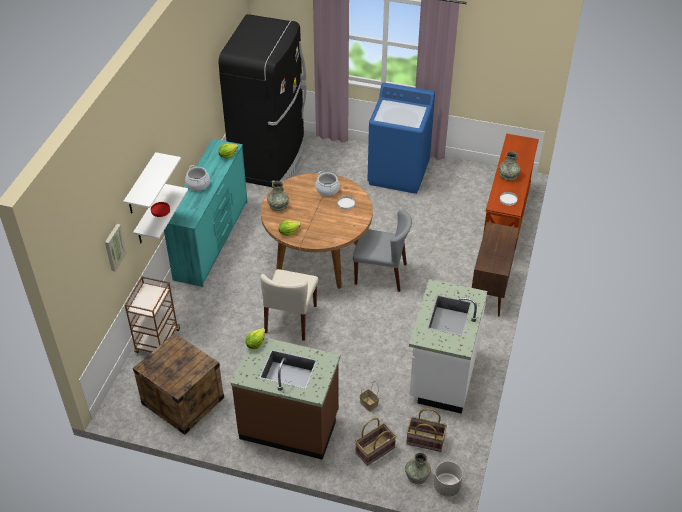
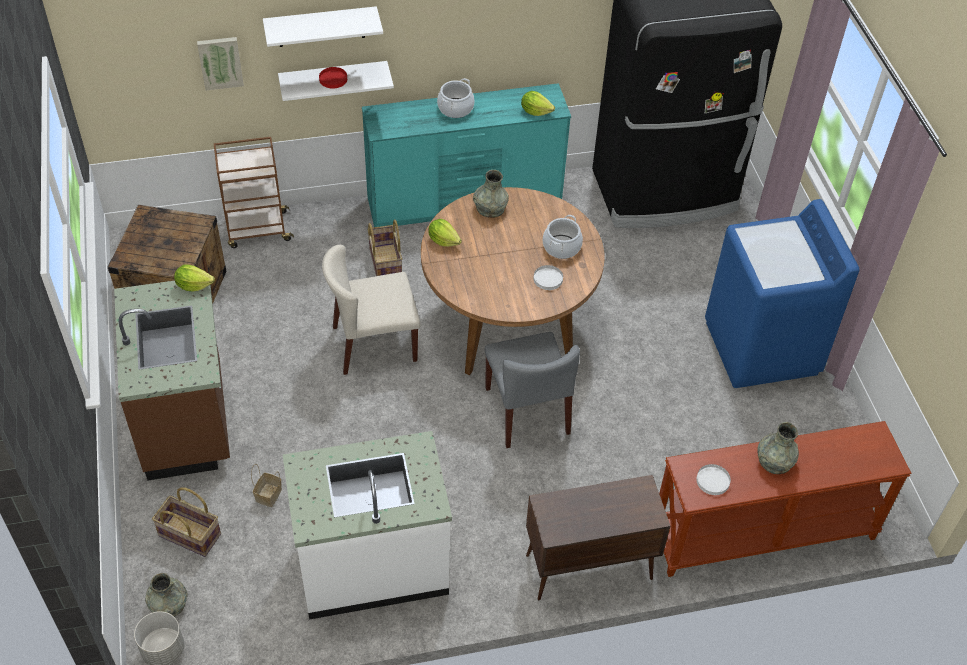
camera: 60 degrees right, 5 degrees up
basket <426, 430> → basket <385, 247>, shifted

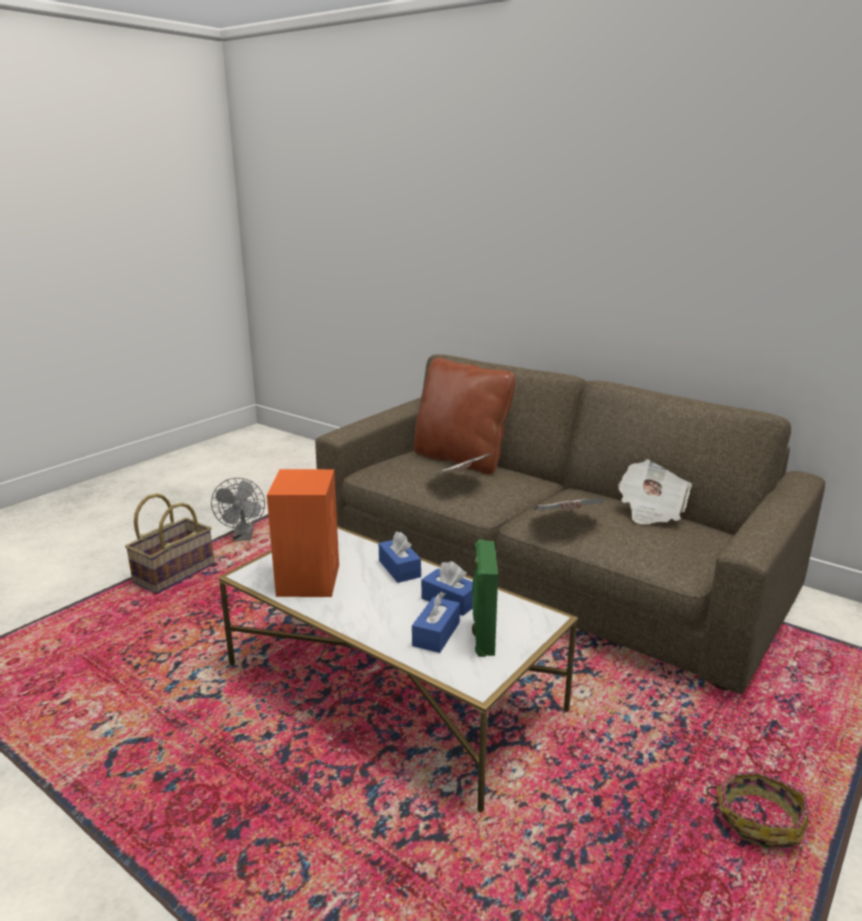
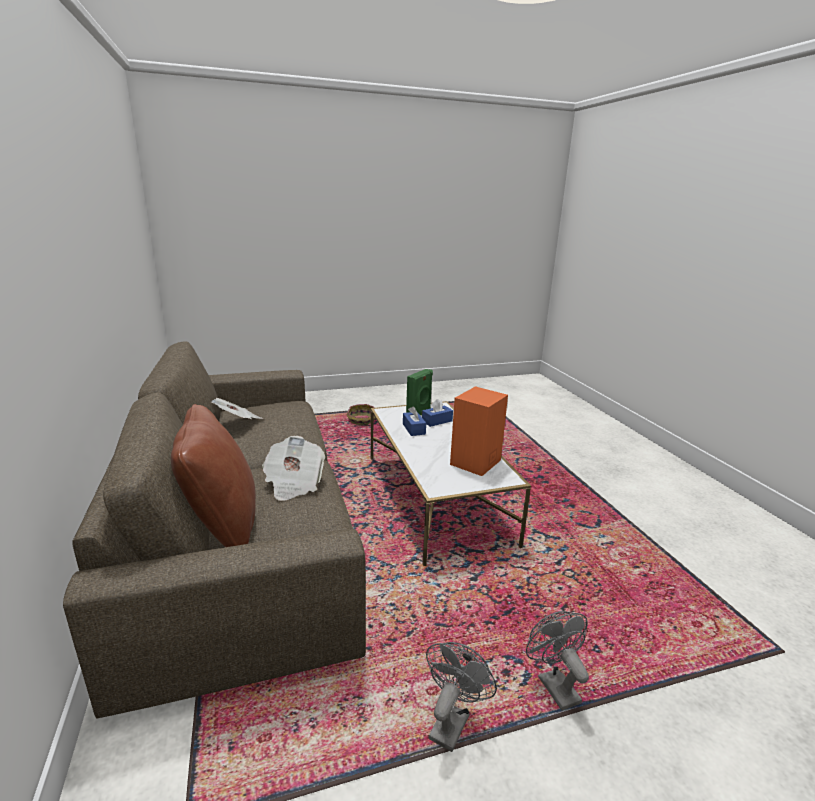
camera: 145 degrees left, 0 degrees up
tissue box (blue) <400, 557> → -
newspaper <568, 505> → -
basket <169, 543> → fan (grey) <557, 661>

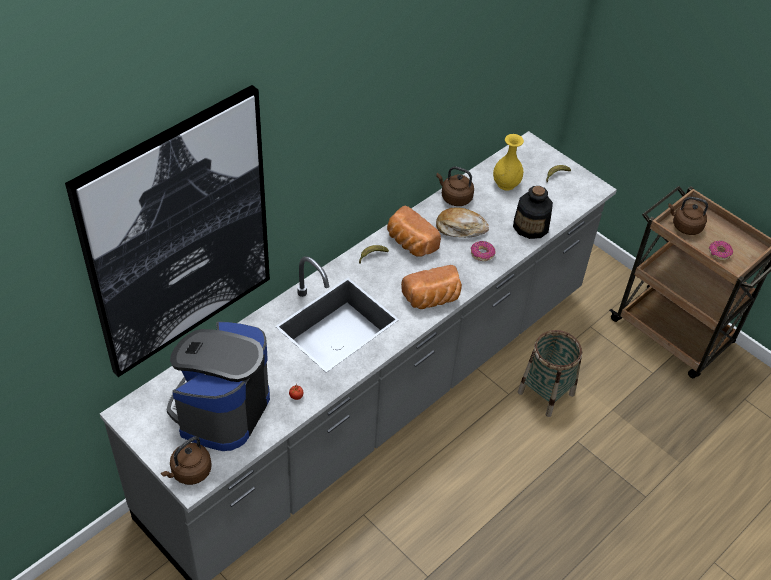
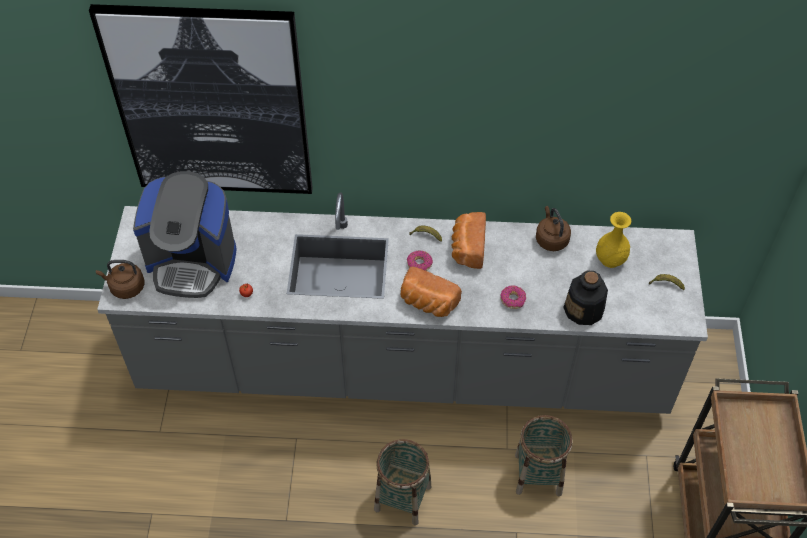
camera: 50 degrees right, 5 degrees up
bread <462, 222> → -
kettle (brown) <688, 216> → -
- → basket <403, 482>
donut <721, 250> → donut <420, 260>, shifted
coffee machine <218, 386> → coffee machine <185, 234>, 150 degrees counterclockwise

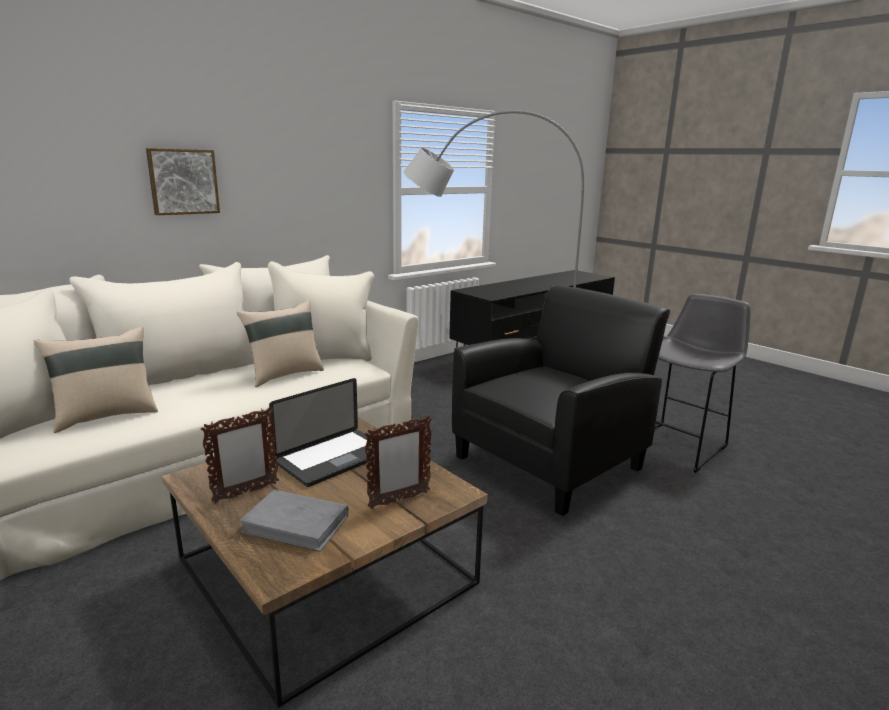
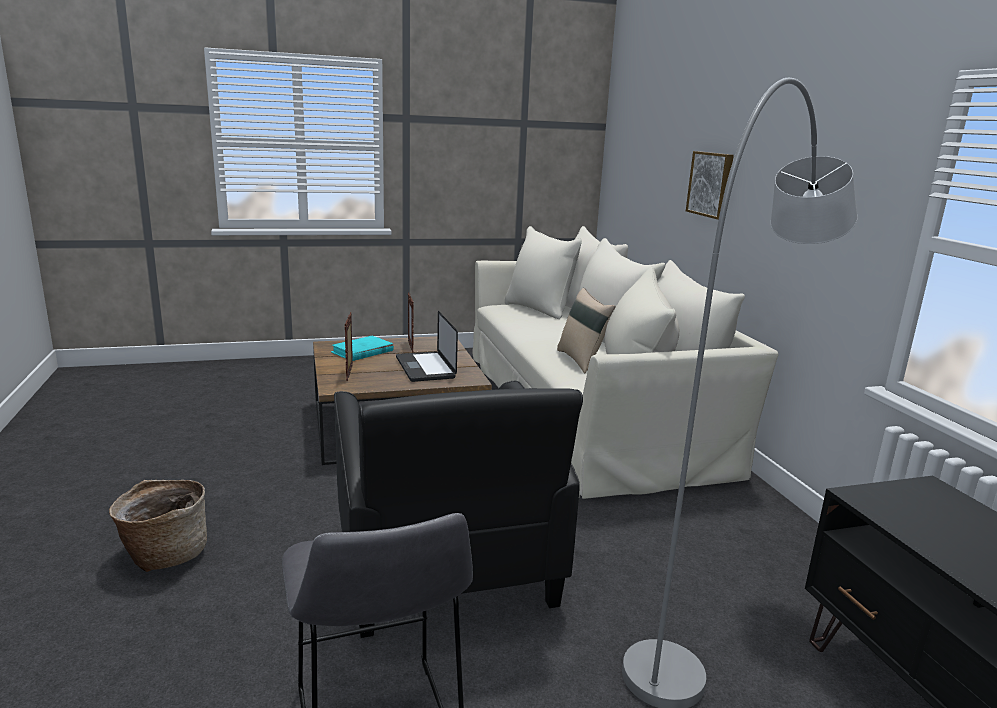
camera: 115 degrees right, 0 degrees up
pillow (beige) <96, 379> → -
- → basket <158, 526>
book (grey) <294, 521> → book (turquoise) <362, 348>

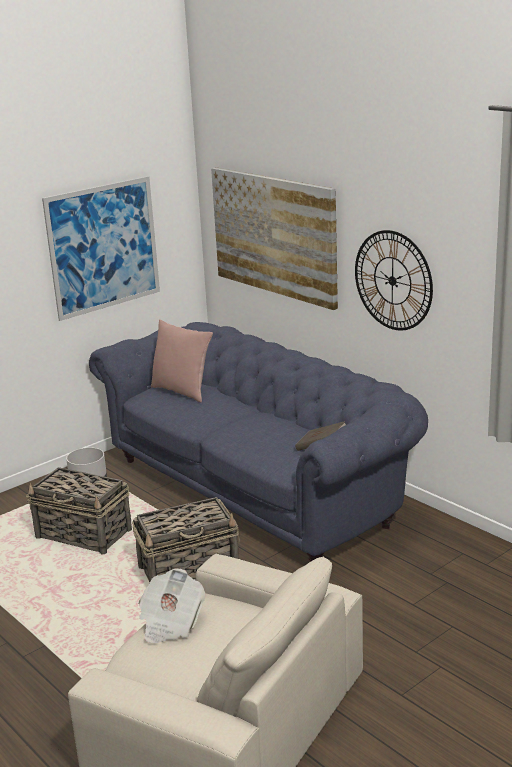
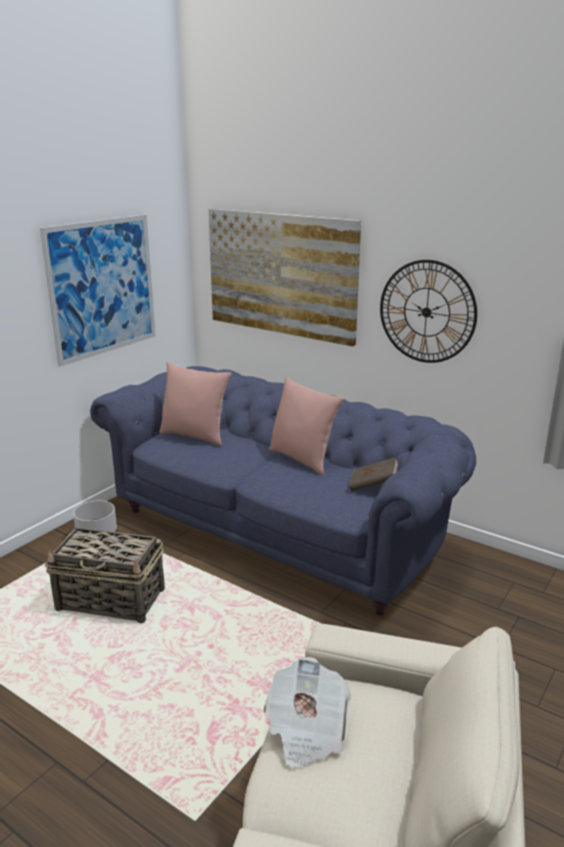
camera: 15 degrees left, 0 degrees up
basket <186, 540> → -
- → pillow (pink) <306, 426>

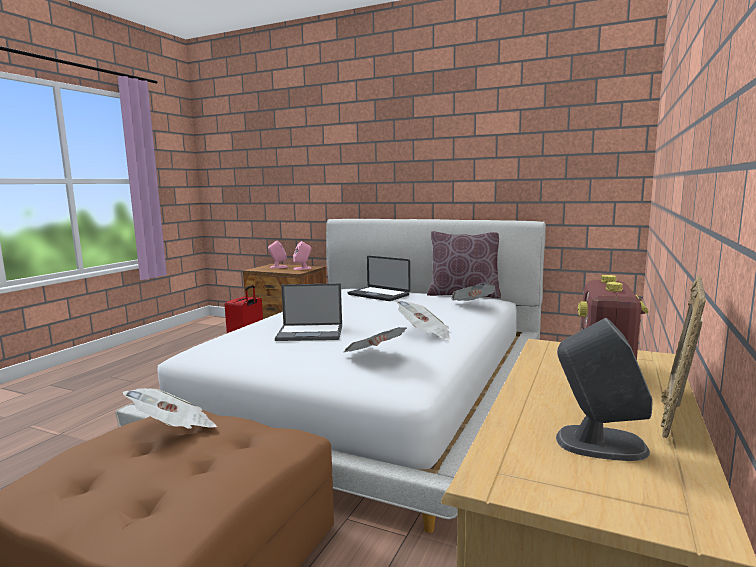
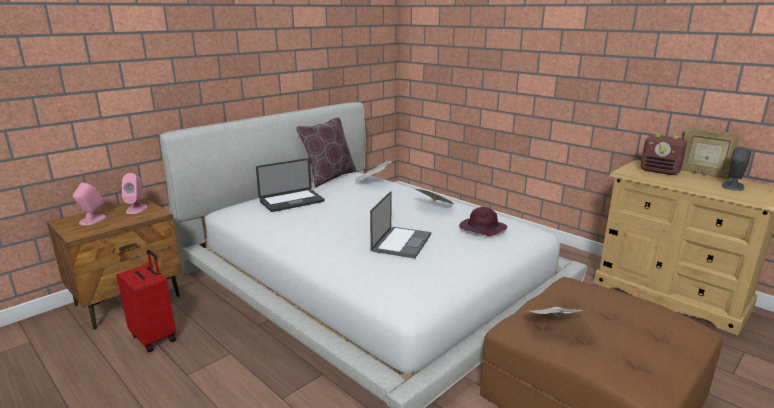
camera: 70 degrees left, 10 degrees up
newspaper <375, 339> → hat (purple) <483, 221>

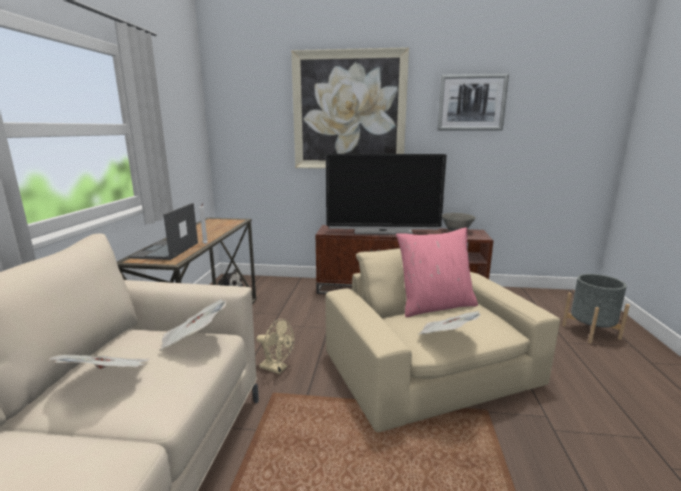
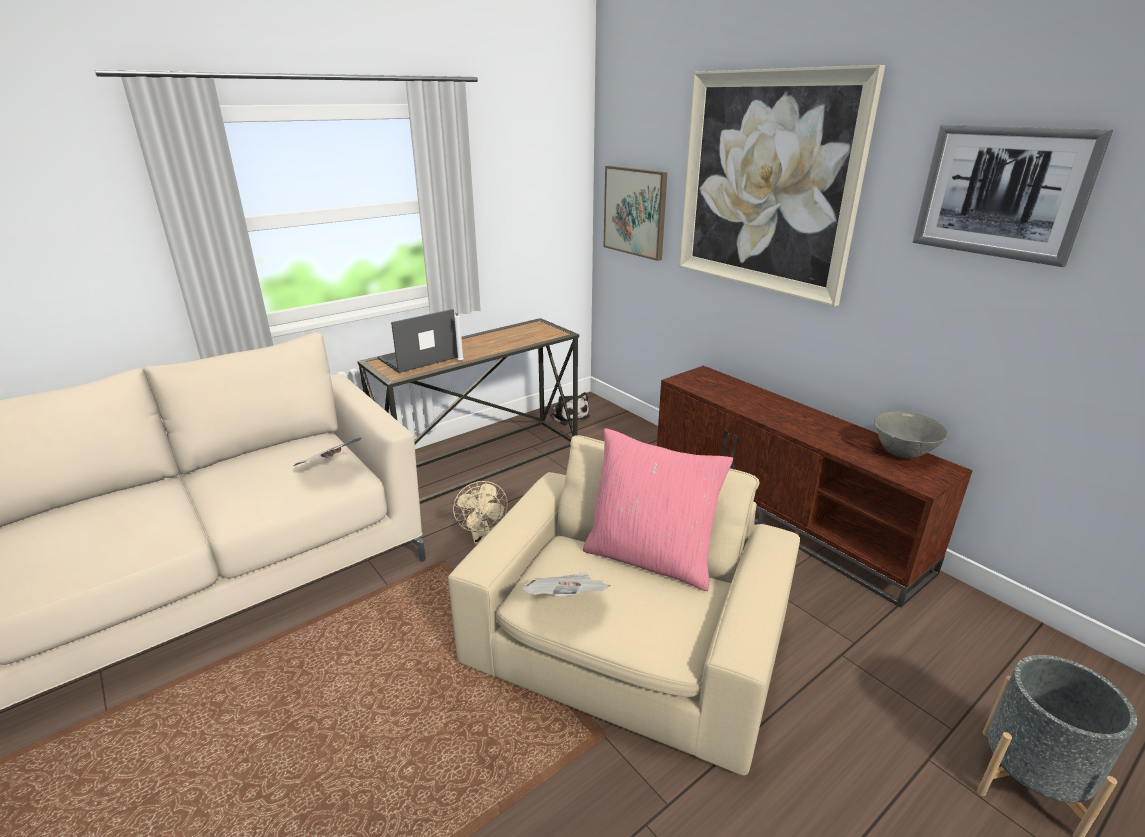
camera: 45 degrees right, 10 degrees up
newspaper <99, 362> → -
television <386, 194> → -
- → picture <635, 213>

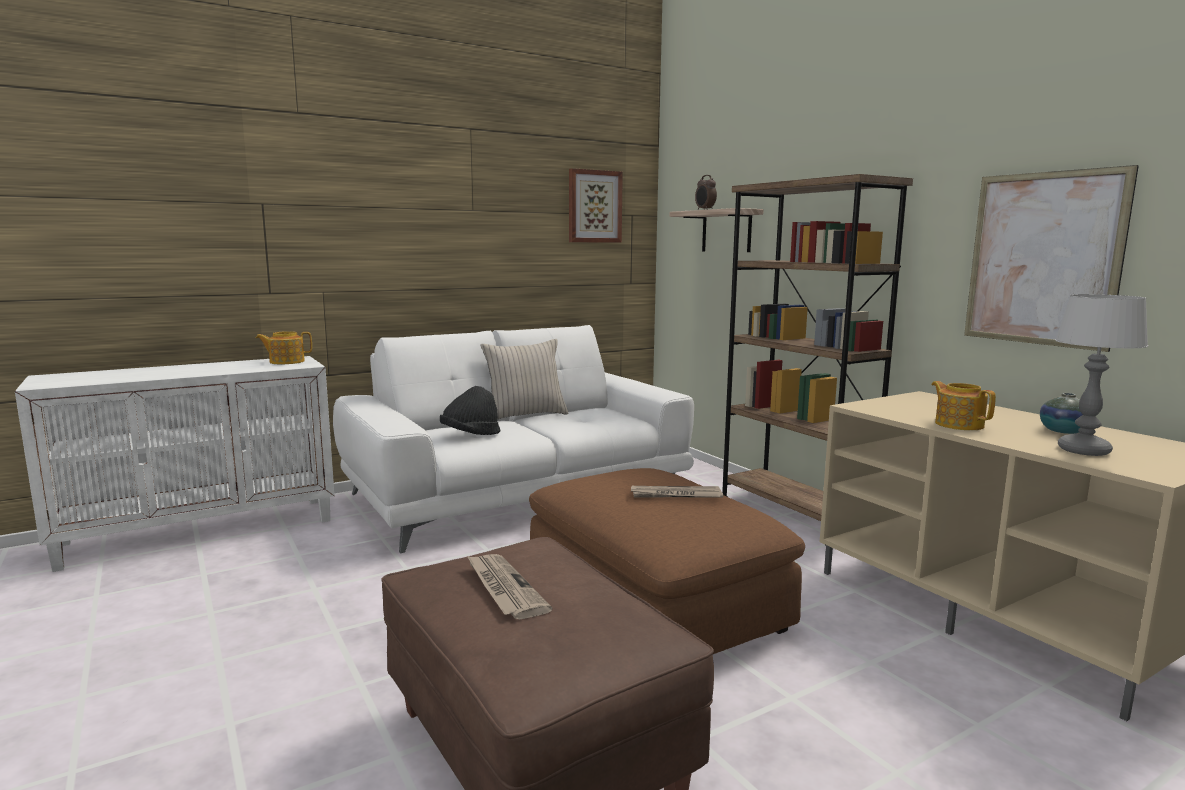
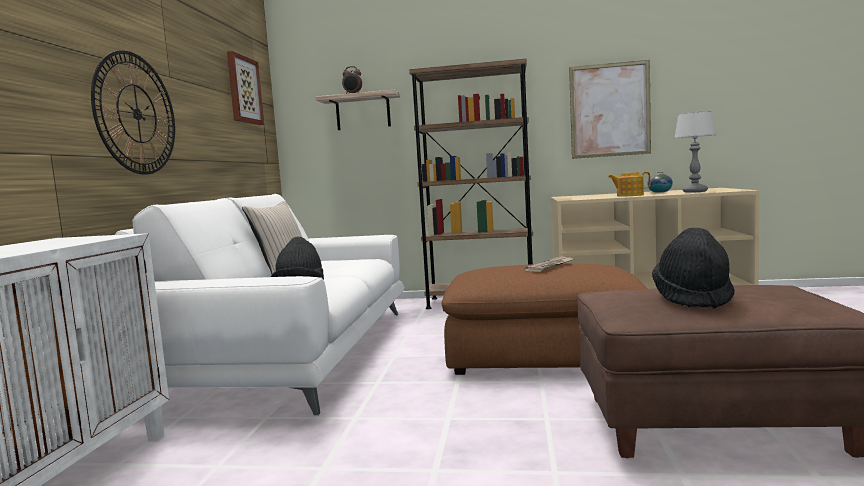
camera: 50 degrees left, 5 degrees down
teapot <284, 347> → -
- → wall clock <133, 112>
newspaper <509, 587> → hat (black) <693, 268>

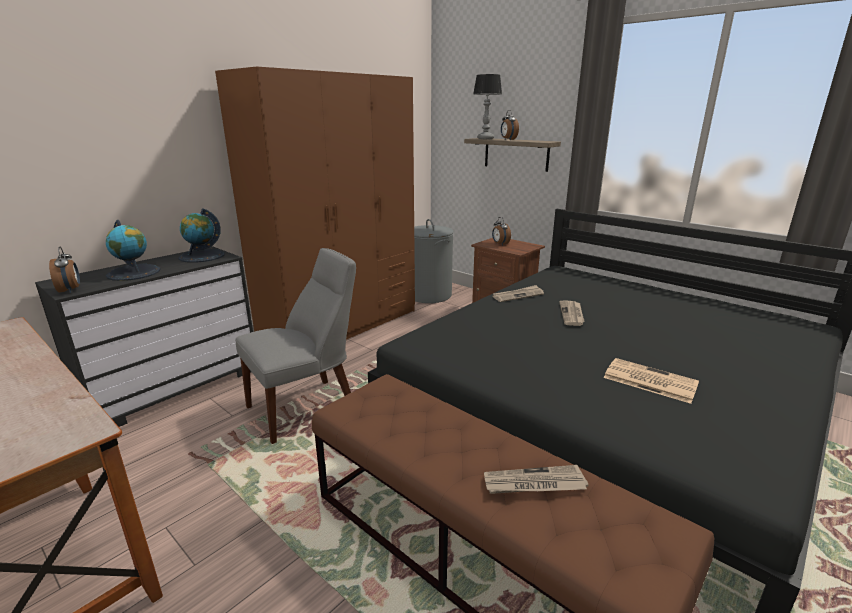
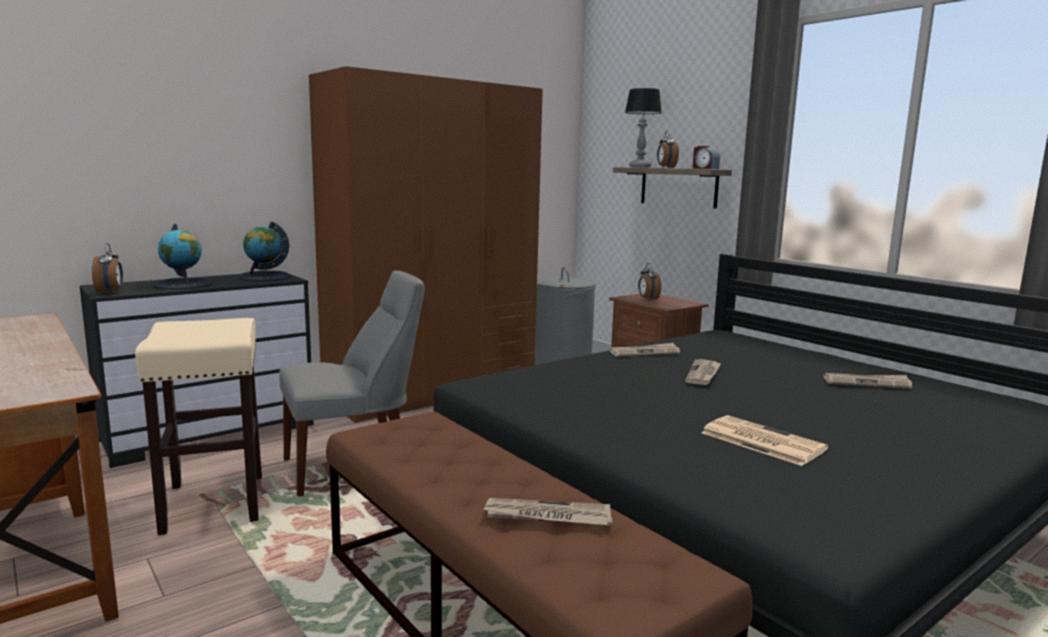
camera: 10 degrees right, 10 degrees down
- → stool (beige) <198, 426>
- → alarm clock <706, 157>
- → newspaper <868, 381>

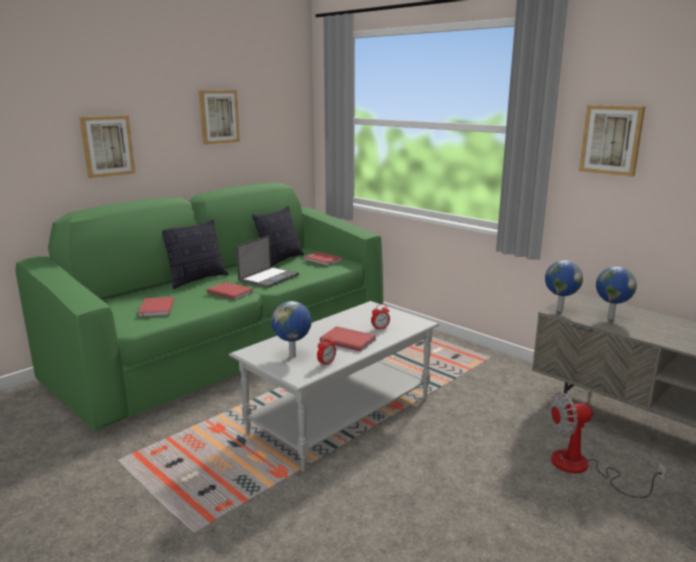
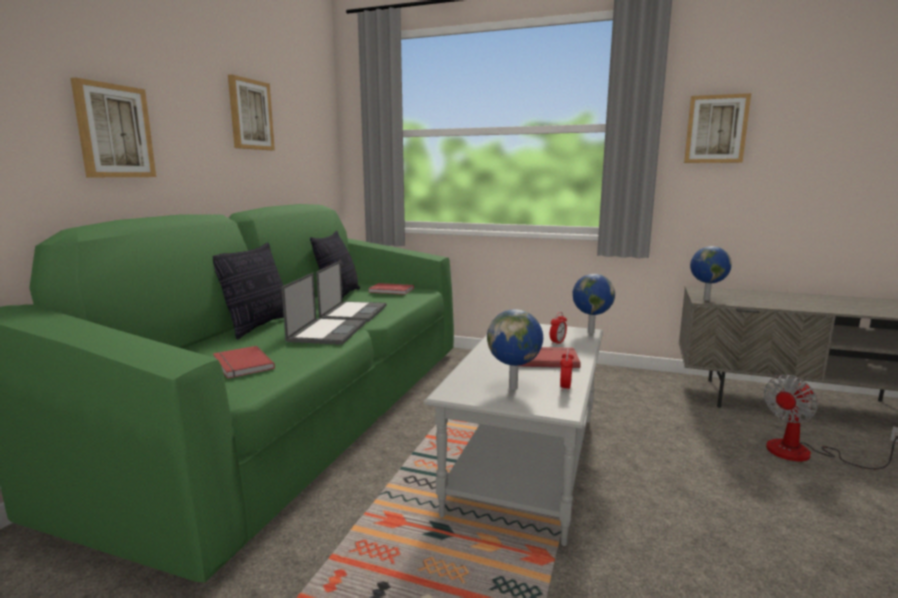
camera: 25 degrees left, 5 degrees down
globe <616, 293> → globe <593, 304>, shifted
book (red) <230, 291> → laptop <323, 309>

